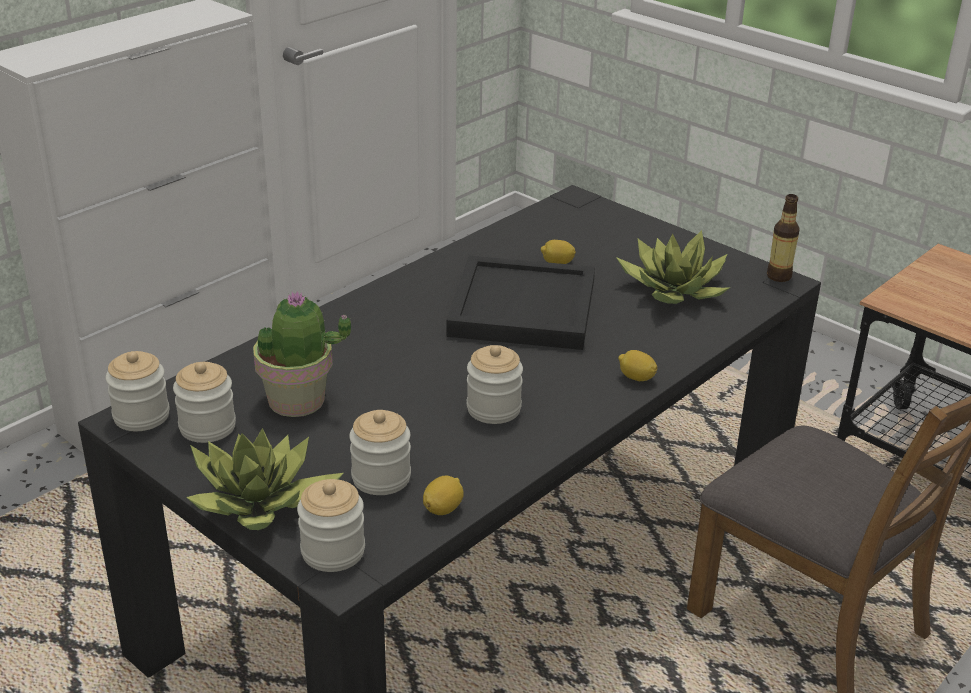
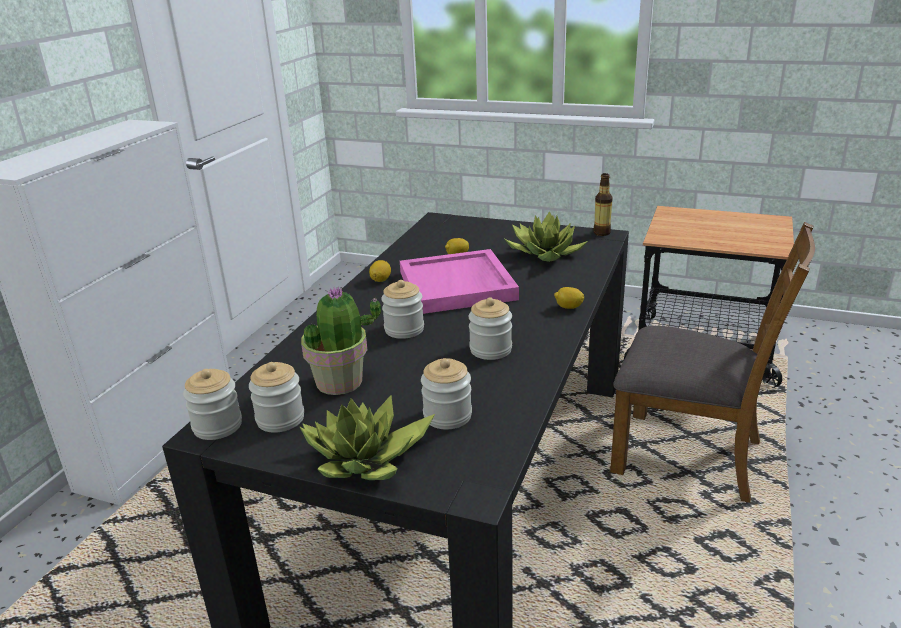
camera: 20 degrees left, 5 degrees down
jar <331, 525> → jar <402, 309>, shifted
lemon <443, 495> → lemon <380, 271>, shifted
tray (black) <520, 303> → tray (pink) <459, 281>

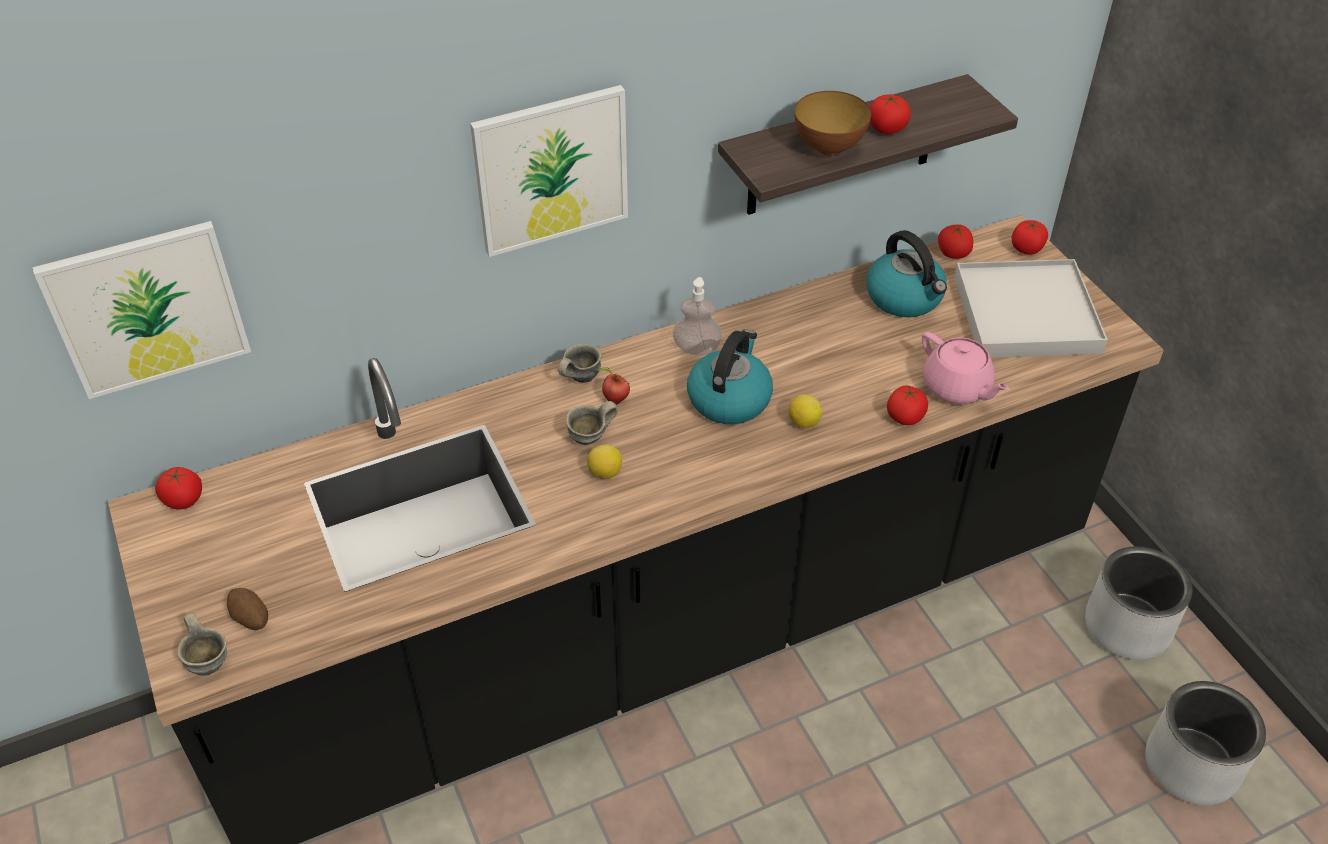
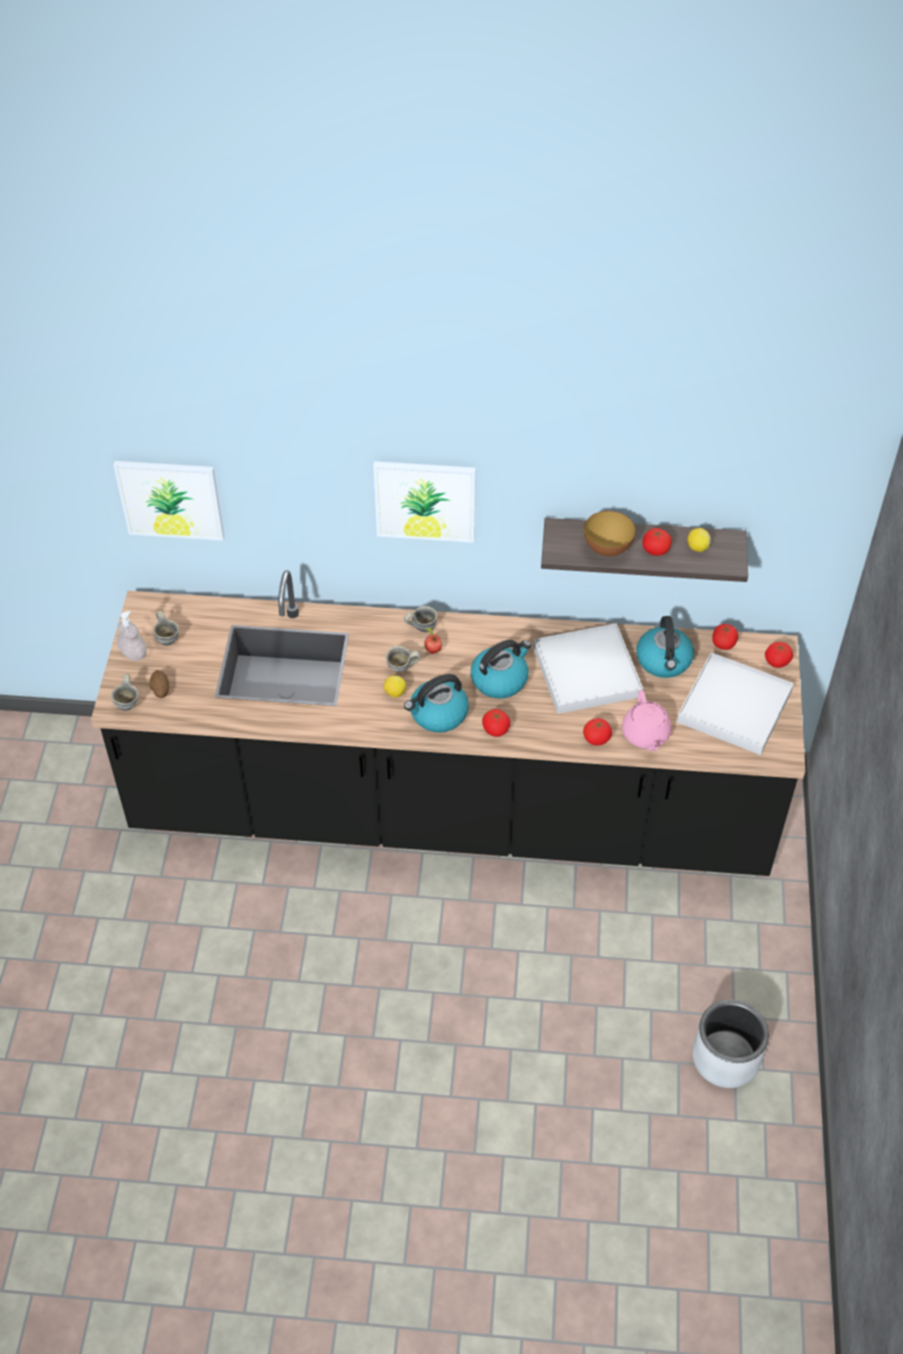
camera: 30 degrees right, 5 degrees up
planter (grey) <1139, 603> → -
- → mug (grey) <166, 628>
- → kettle <436, 703>
- → tray (white) <588, 668>
tomato <178, 488> → tomato <496, 723>, shifted
soap dispenser <697, 316> → soap dispenser <132, 636>, shifted
lemon <806, 411> → lemon <699, 540>, shifted

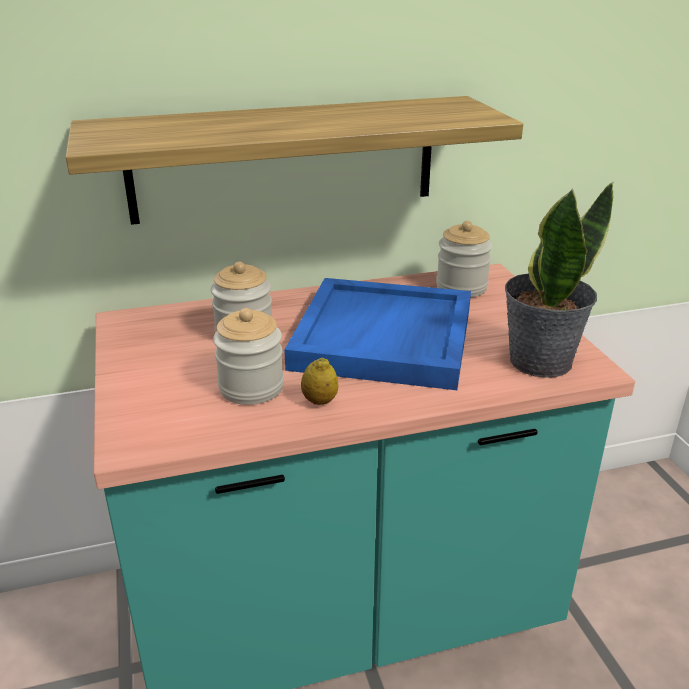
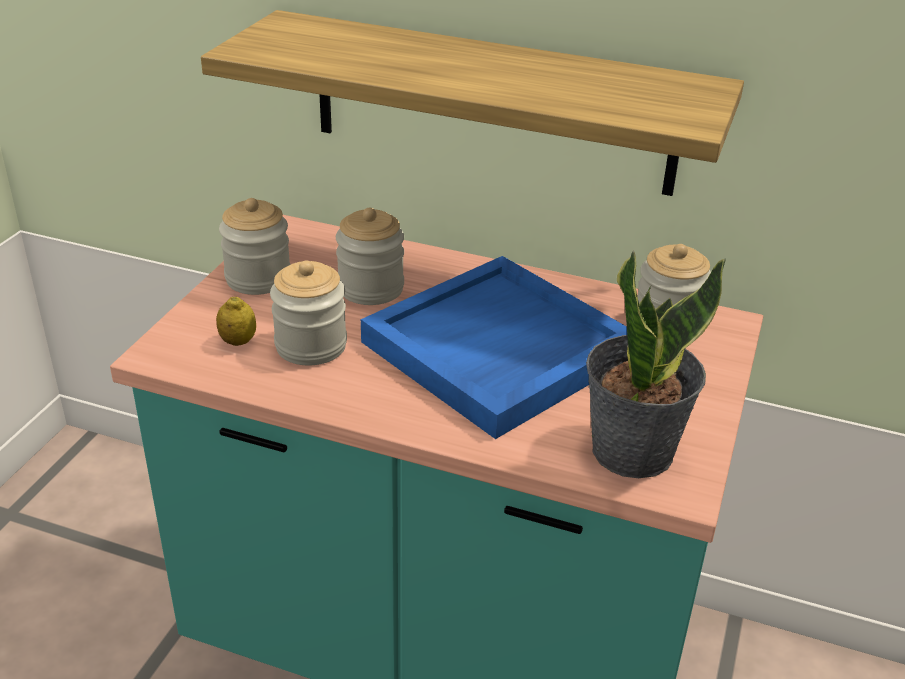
camera: 35 degrees right, 5 degrees up
- → jar <254, 246>
lemon <319, 381> → lemon <236, 321>, shifted

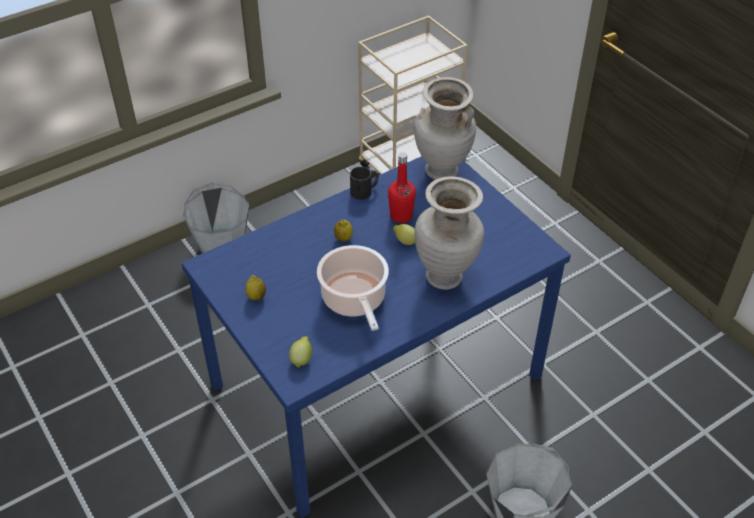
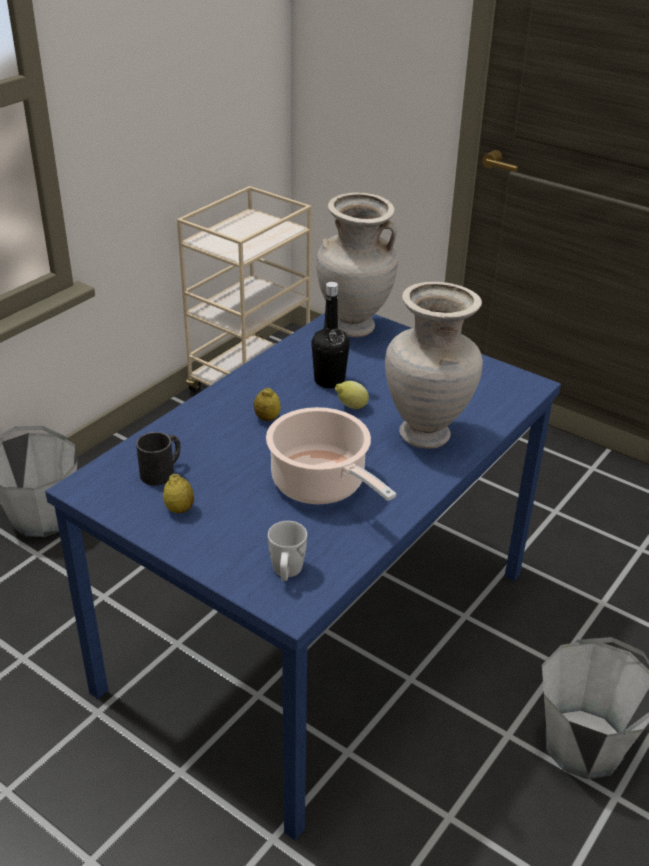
camera: 20 degrees left, 10 degrees down
mug (black) <364, 183> → mug (black) <158, 459>, shifted
lemon <300, 352> → mug (white) <287, 551>
bottle (red) <402, 187> → bottle (black) <330, 335>

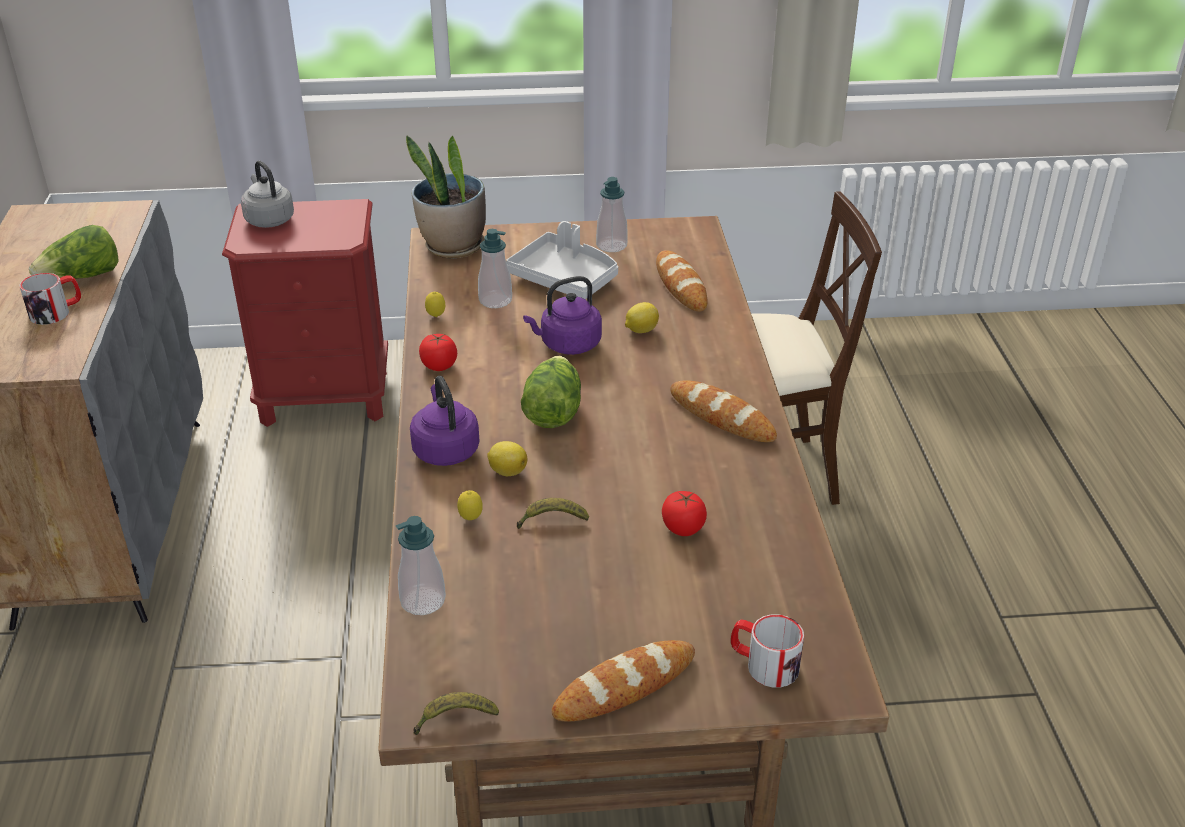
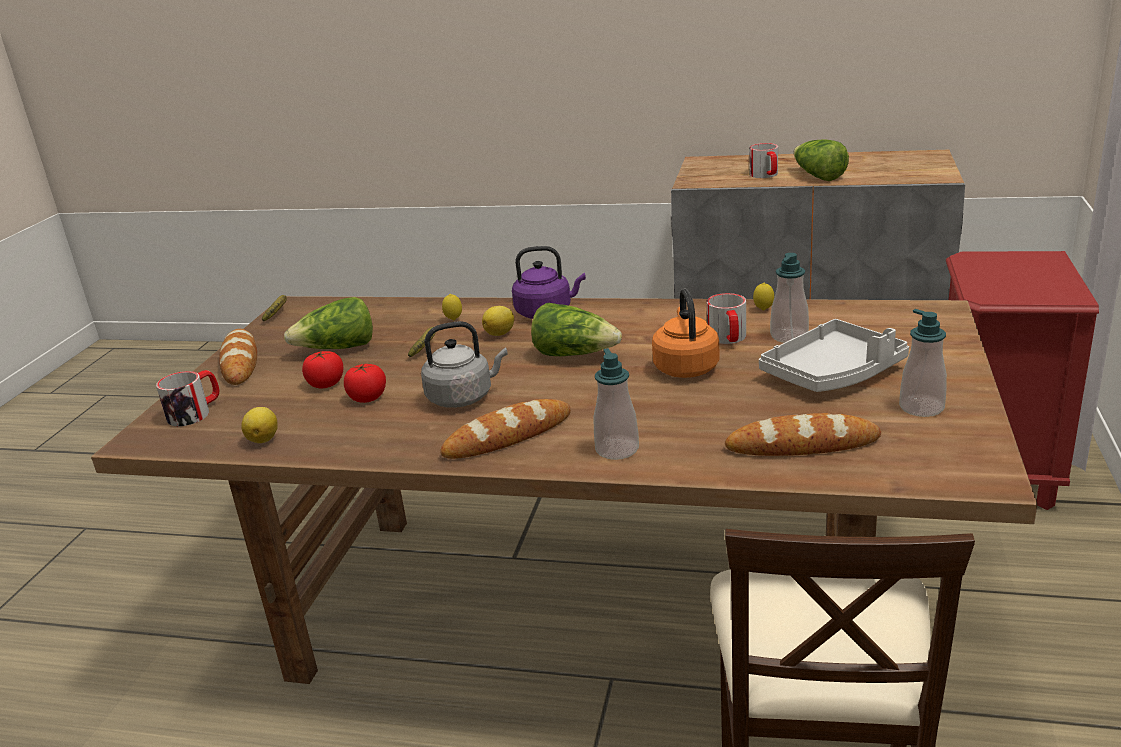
camera: 110 degrees right, 10 degrees down
potted plant <446, 196> → -
- → lettuce <328, 323>
- → mug <726, 318>
kettle (grey) <267, 194> → kettle (grey) <464, 364>, shifted
soap dispenser <421, 565> → soap dispenser <616, 404>, shifted
tomato <438, 352> → tomato <322, 369>, shifted
lemon <642, 317> → lemon <259, 425>, shifted
kettle (purple) <562, 315> → kettle (orange) <686, 333>

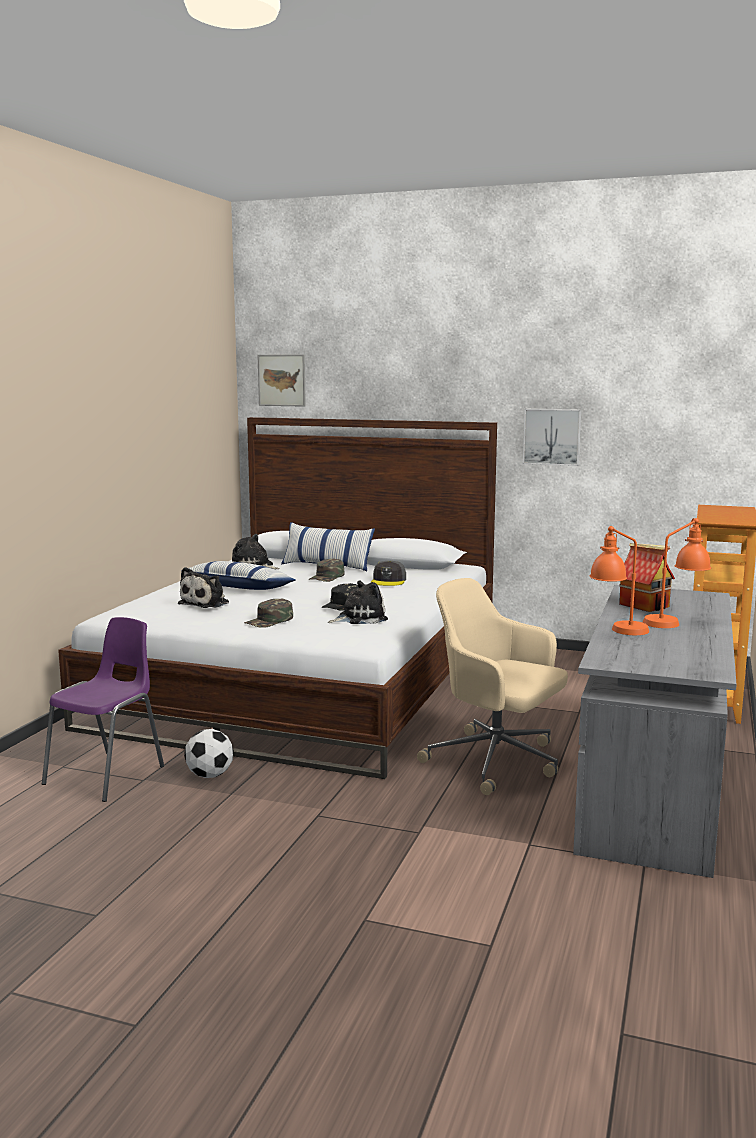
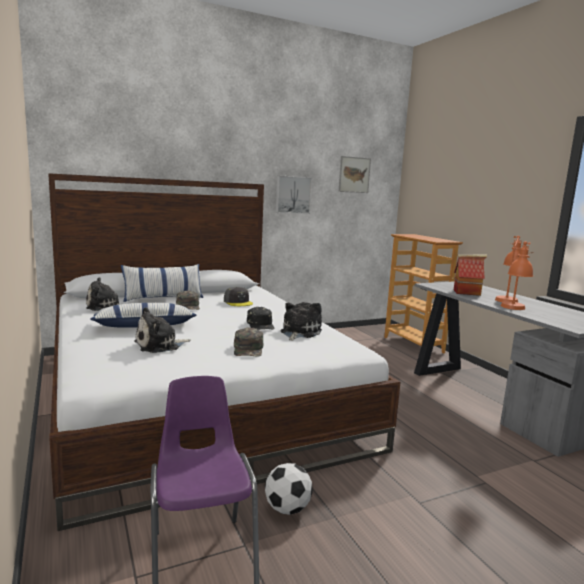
camera: 45 degrees left, 0 degrees up
office chair (beige) <492, 686> → -
picture <282, 381> → picture <355, 174>, shifted
plush toy <203, 587> → plush toy <162, 330>, 75 degrees clockwise

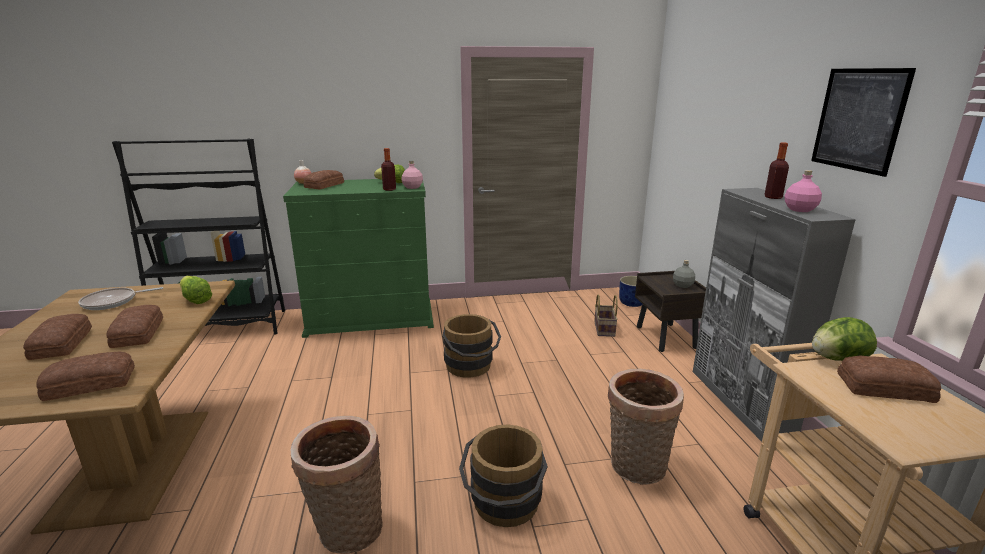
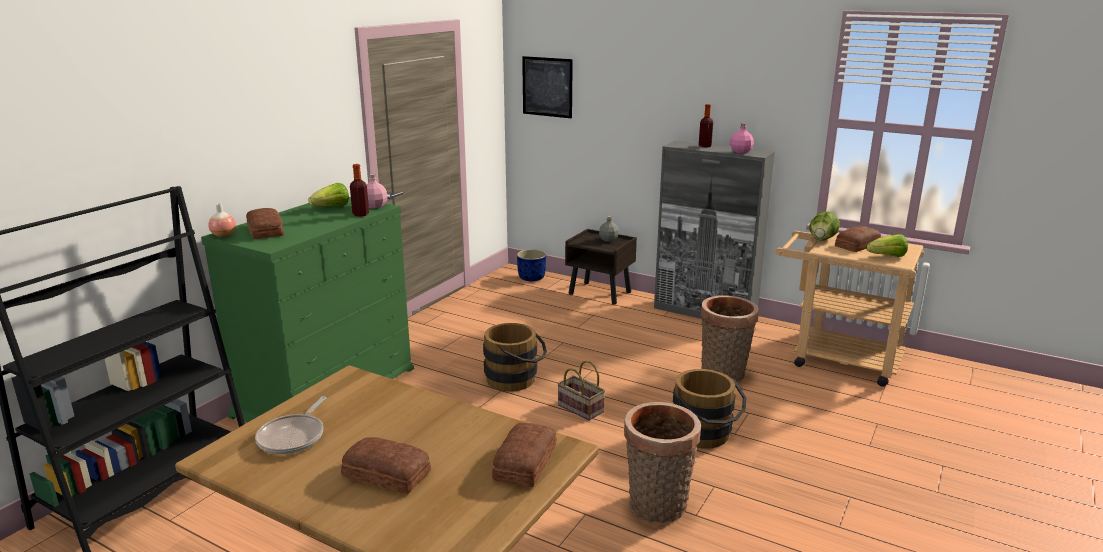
camera: 50 degrees left, 0 degrees up
bread <134, 326> → -
lettuce <196, 290> → lettuce <887, 245>, shifted
basket <606, 315> → basket <581, 391>, shifted
picture <863, 122> → picture <547, 87>, shifted

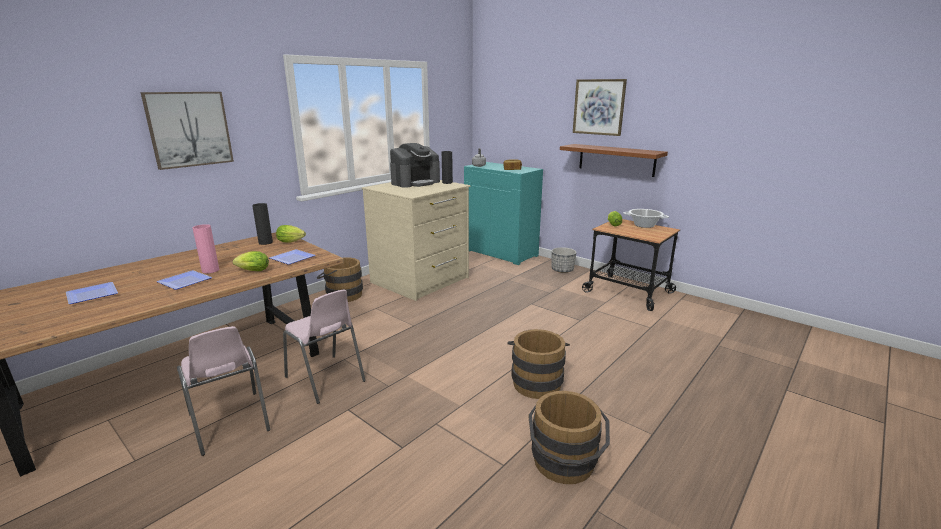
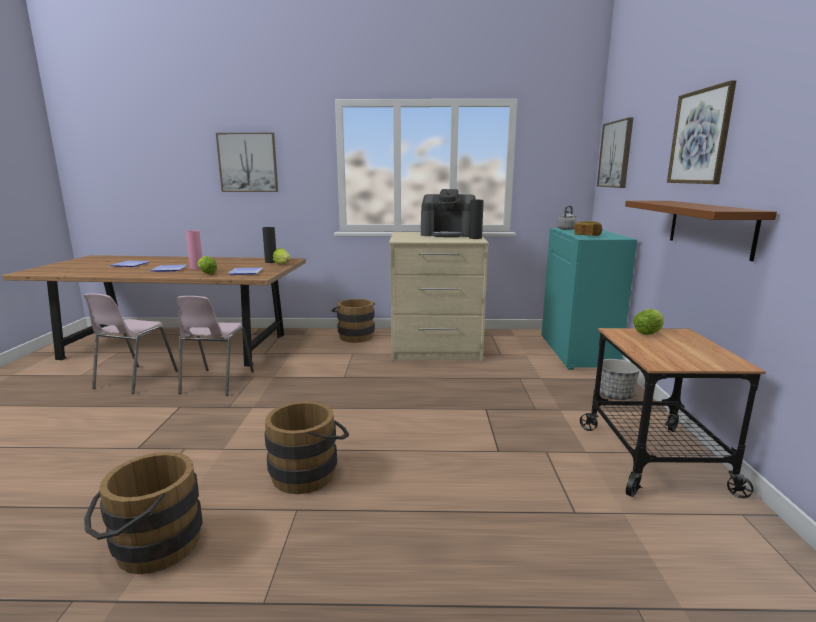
camera: 50 degrees right, 5 degrees down
cooking pot <646, 218> → -
- → picture <615, 152>

